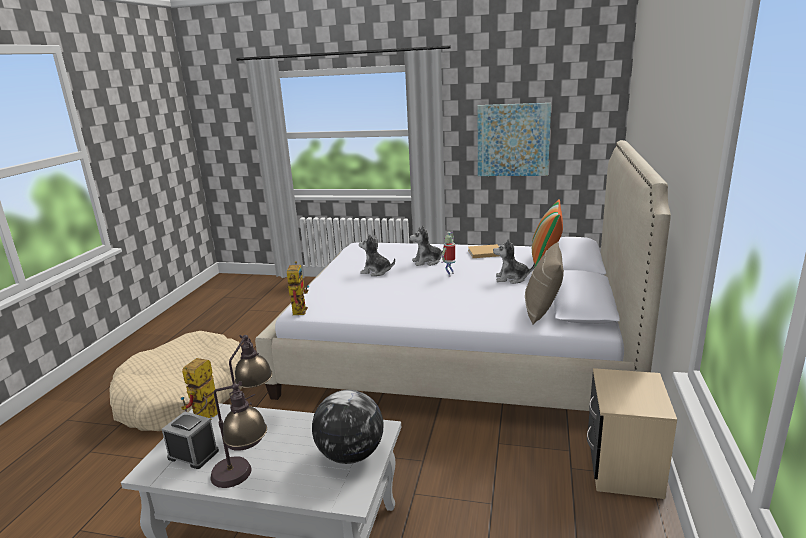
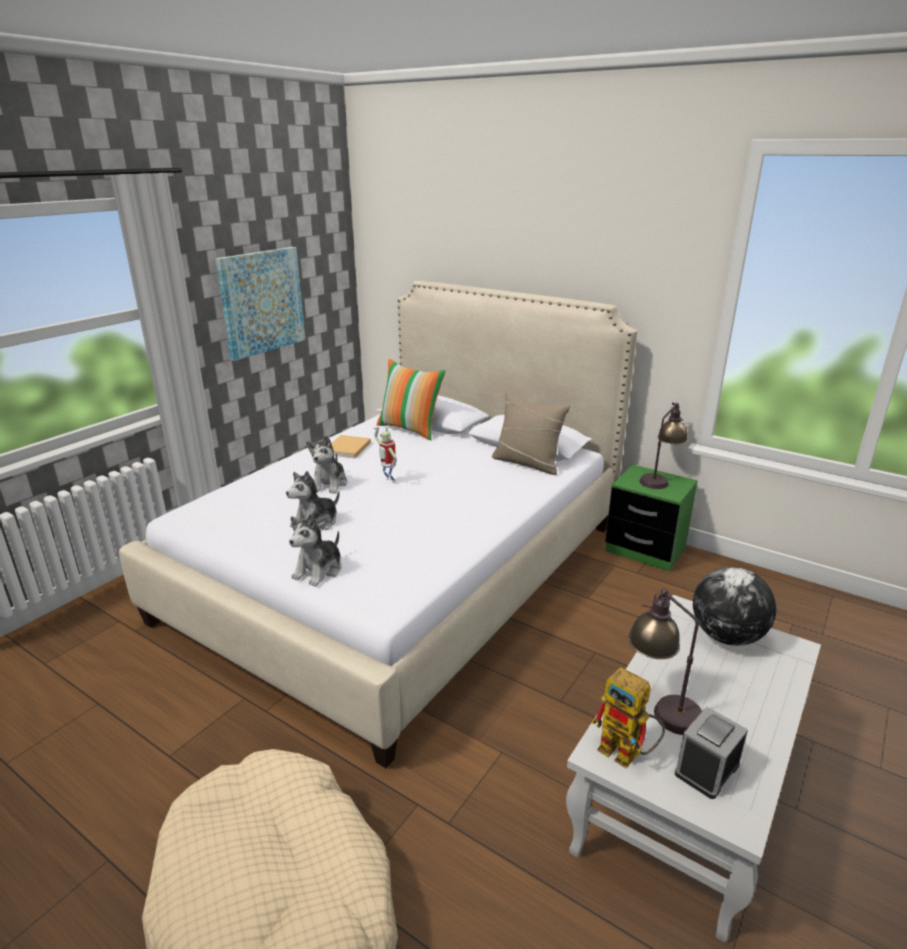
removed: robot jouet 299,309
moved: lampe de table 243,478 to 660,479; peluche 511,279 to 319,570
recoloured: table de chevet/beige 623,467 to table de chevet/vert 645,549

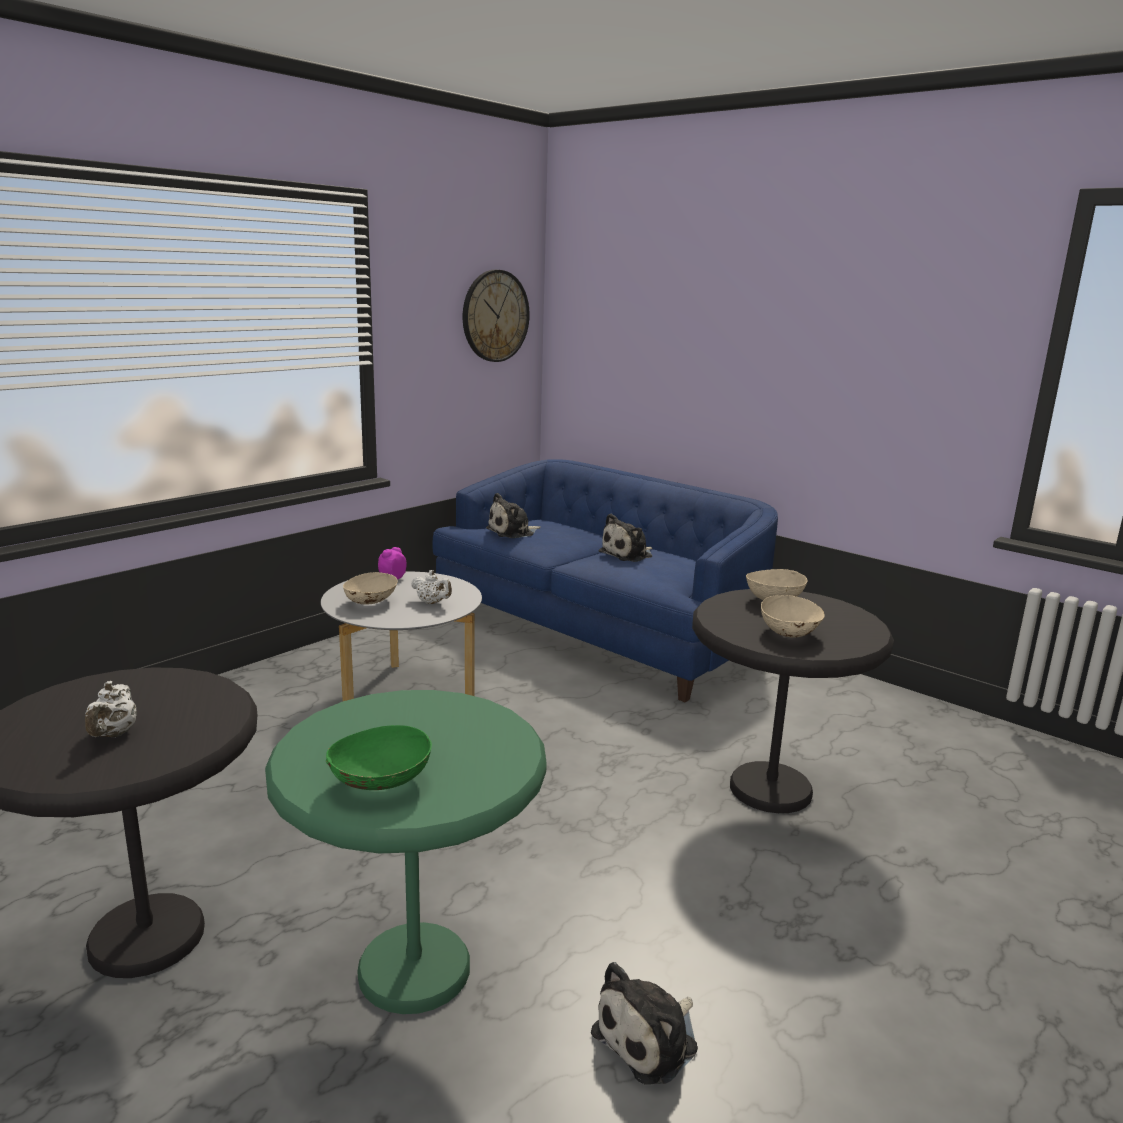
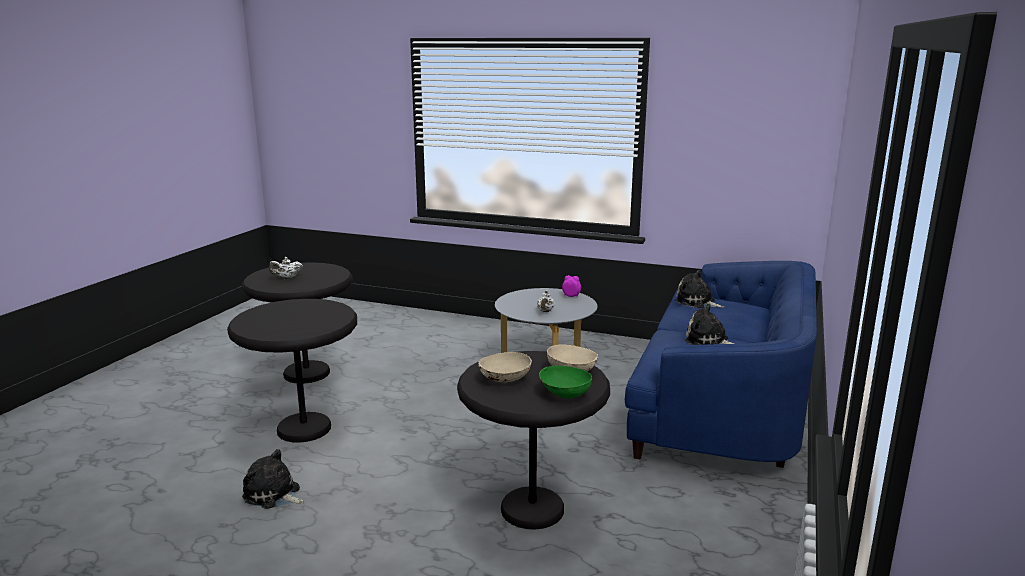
removed: bol/beige 371,602; horloge murale 495,316
moved: bol/vert 380,783 to 564,394
recoloured: table d'appoint/vert 414,969 to table d'appoint/noir 304,429

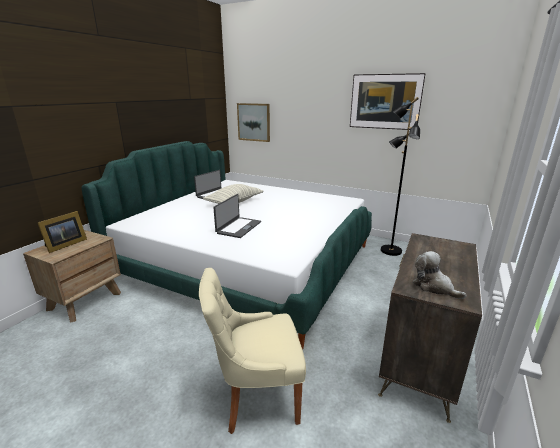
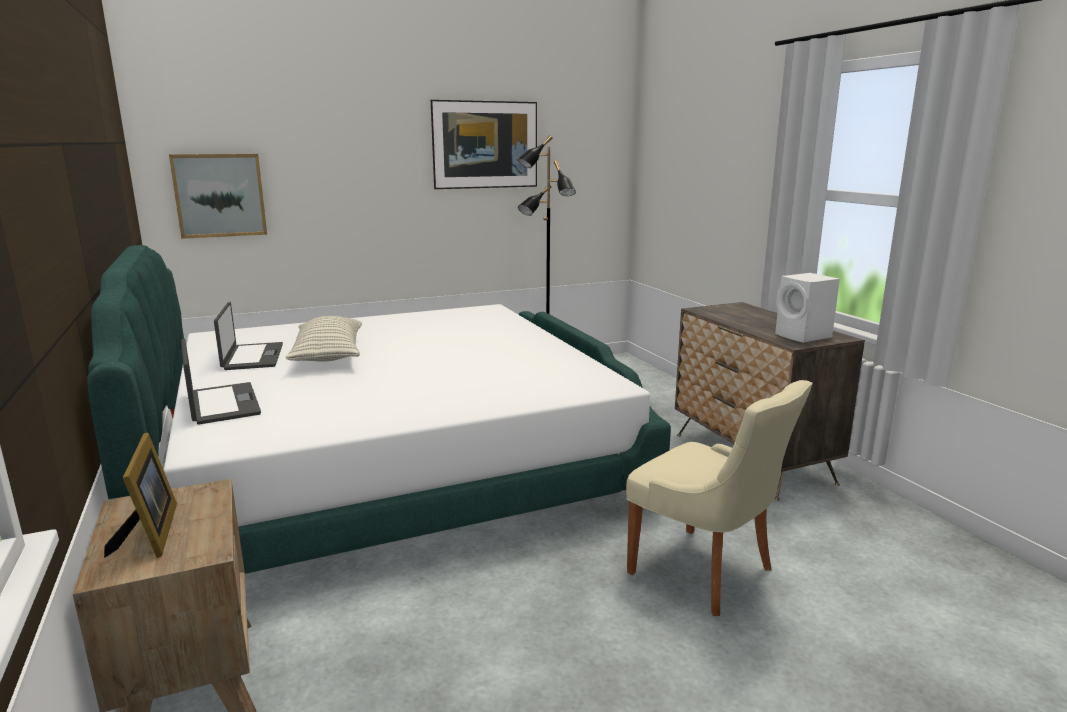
moved: ordinateur portable 238,227 to 222,404
replaced: peluche 434,287 to enceinte/blanc 804,336
turned: chaise/beige 256,396 = 705,572 75 degrees counterclockwise

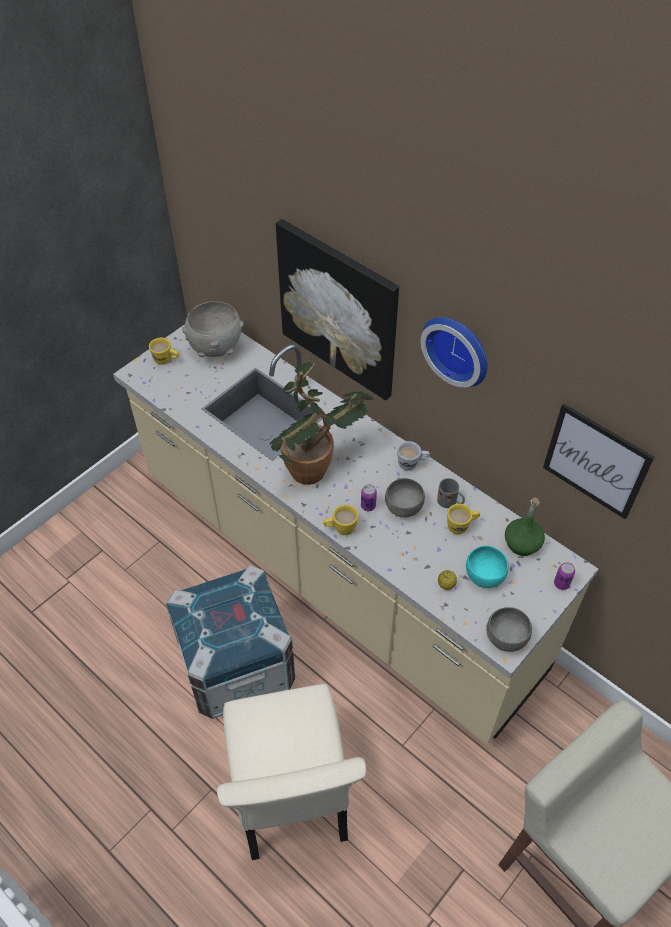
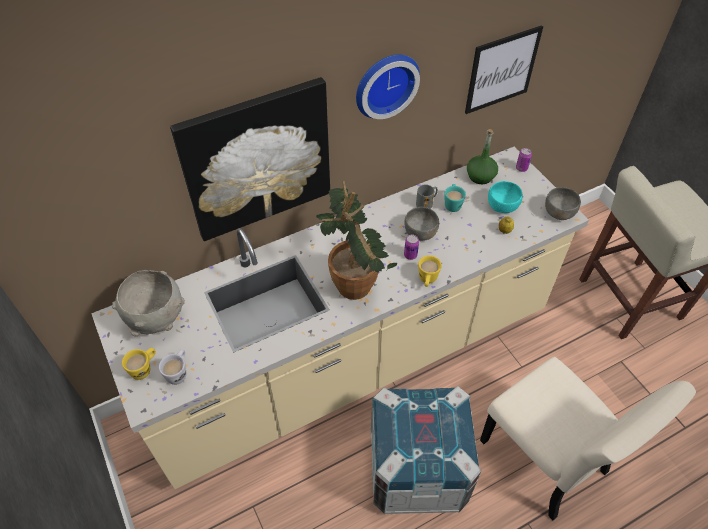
moved: mug/blanc 412,464 to 179,372
recoloured: mug/jaune 461,526 to mug/turquoise 452,204
turned: chaise/beige 290,797 = 547,460 45 degrees clockwise

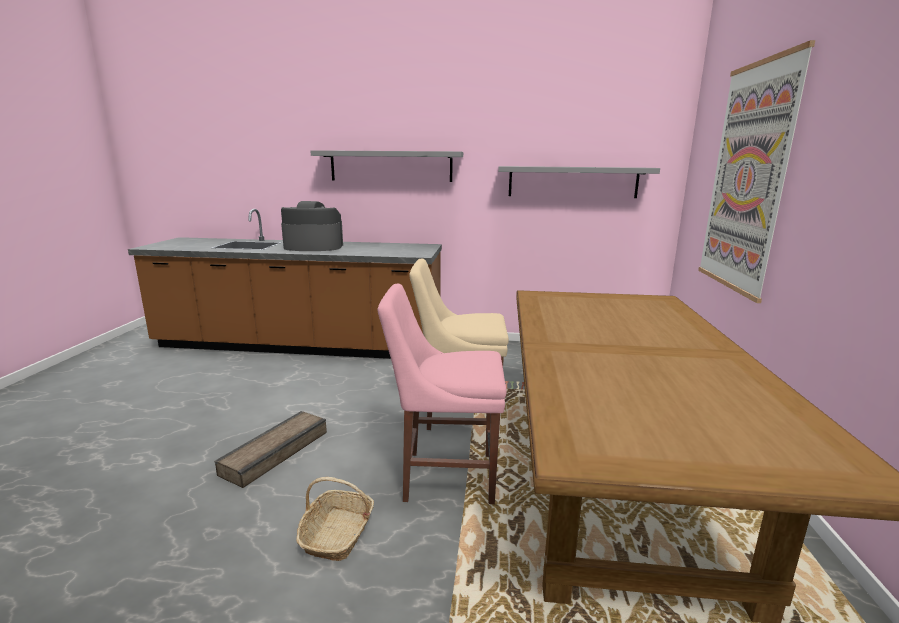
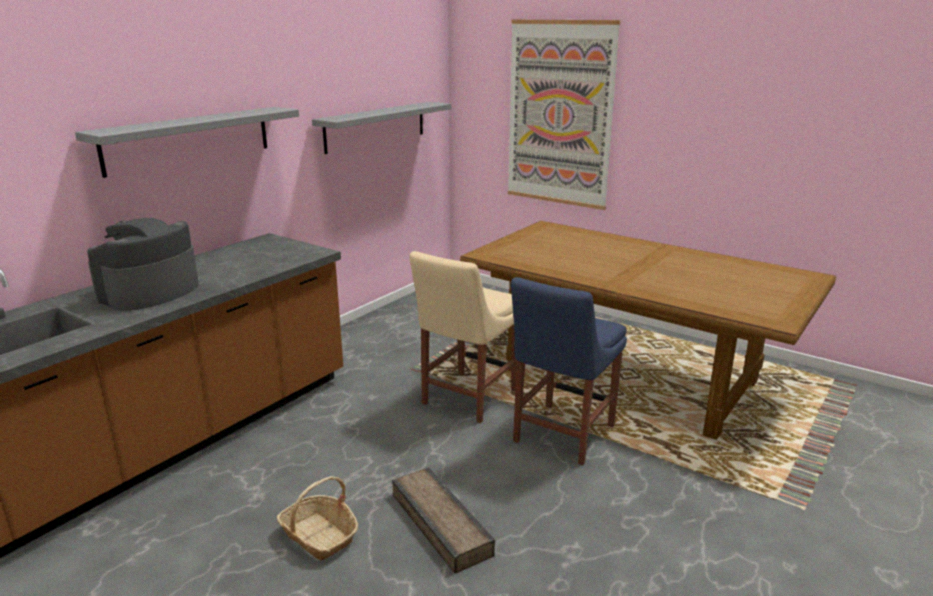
moved: panier 338,534 to 319,536
recoloured: chaise/rose 443,476 to chaise/bleu 561,436

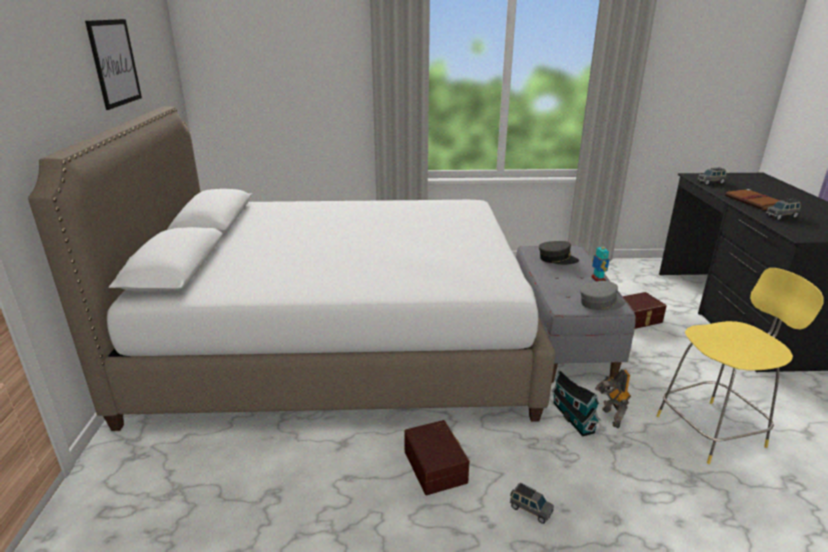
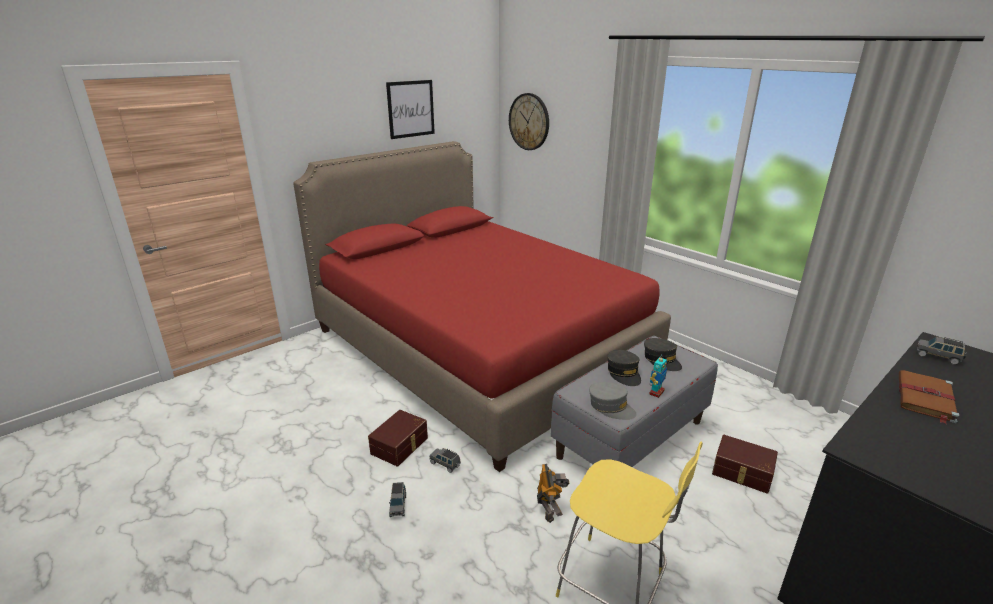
removed: maison miniature 572,416
added: horloge murale 529,122; casquette/gris 623,373
moved: petite voiture/gris 781,216 to 445,464
recoloured: lit/blanc 340,343 to lit/rouge 479,349
turned: robot jouet 609,418 = 549,509 135 degrees clockwise

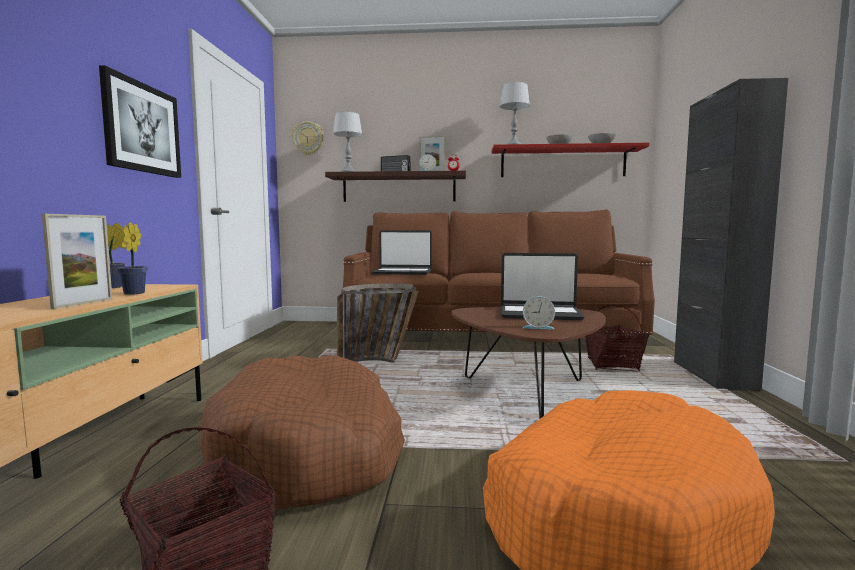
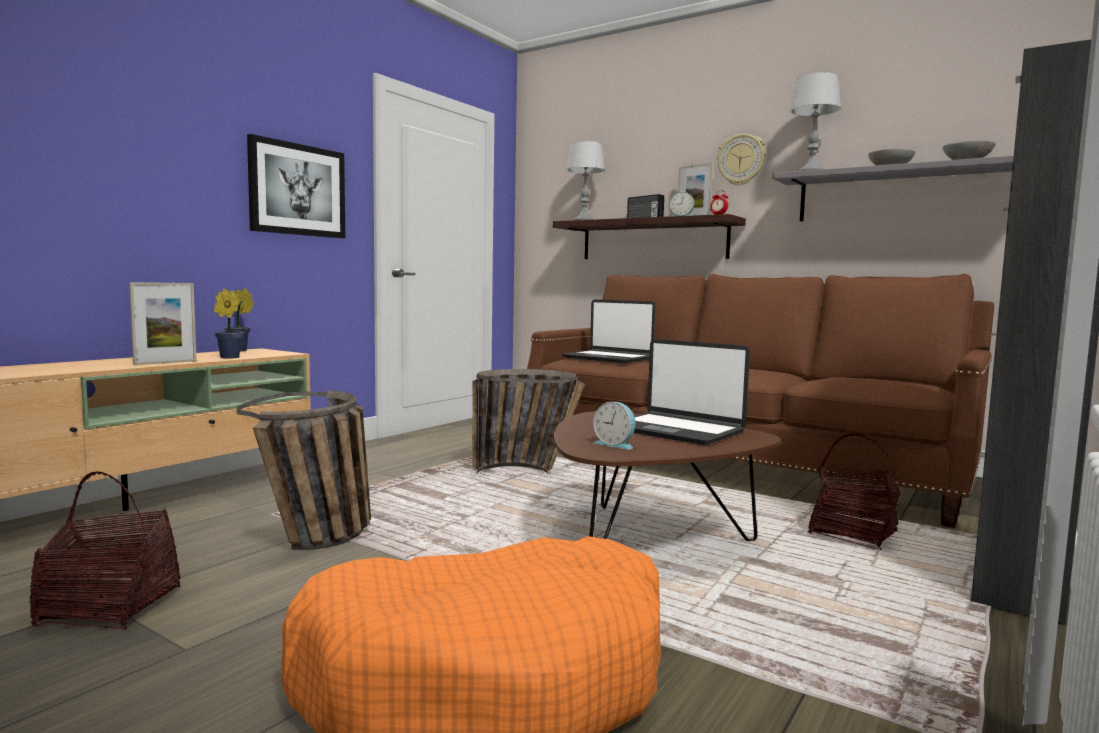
moved: horloge murale 308,138 to 741,160
replaced: panier pour chien/marron 309,451 to panier 320,541
recoloured: étagère/rouge 562,163 to étagère/gris 906,194

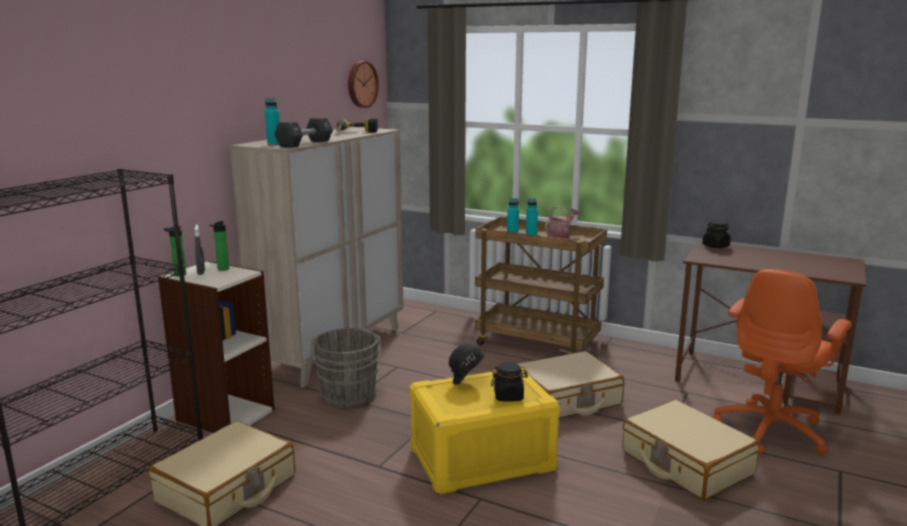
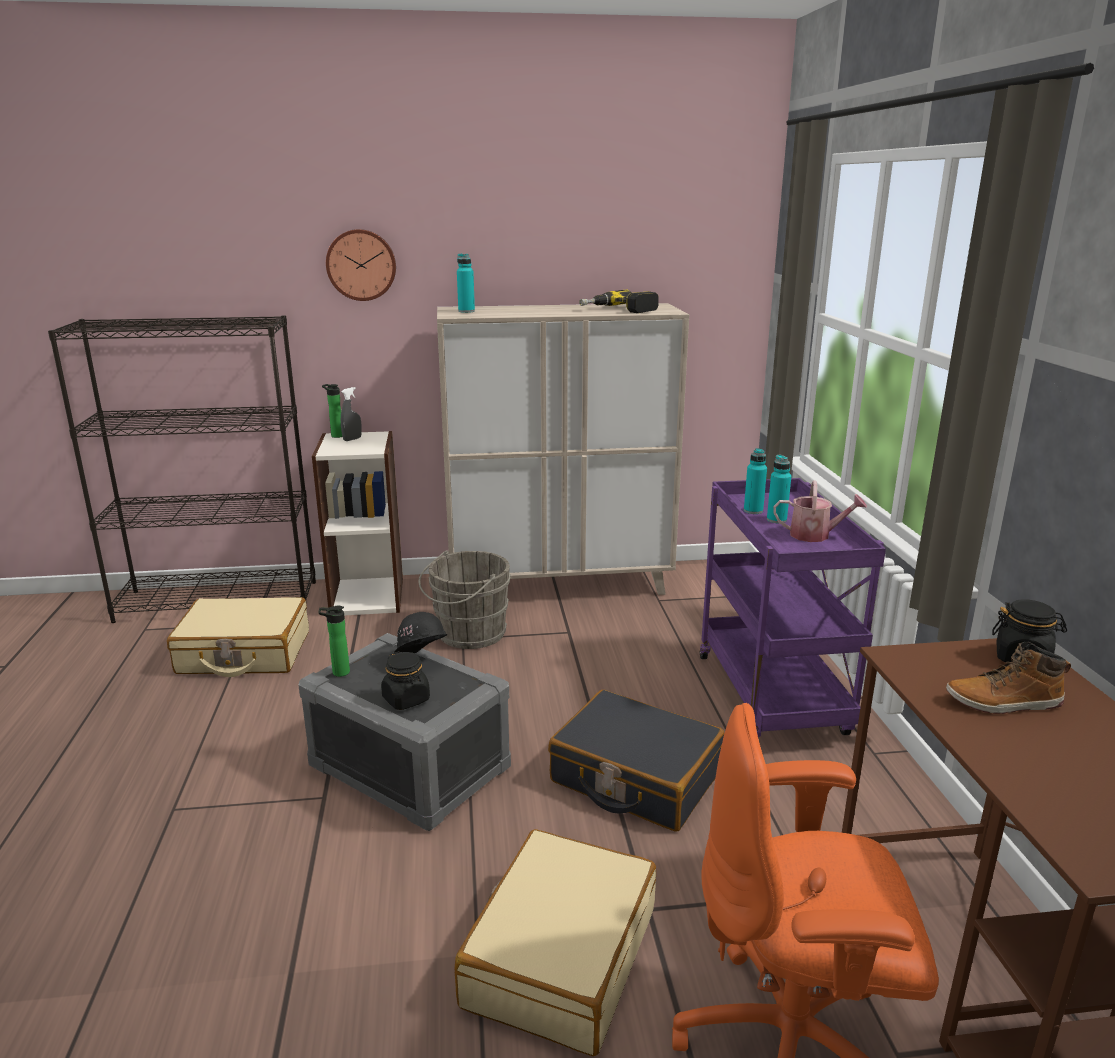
removed: haltère/noir 305,144
added: botte 1004,702
moved: bouteille 222,269 to 338,672; horloge murale 361,84 to 361,265
recoloured: boîte de rangement/jaune 482,460 to boîte de rangement/gris 408,767; chariot/marron 538,344 to chariot/violet 773,697; valise/beige 567,399 to valise/noir 635,777

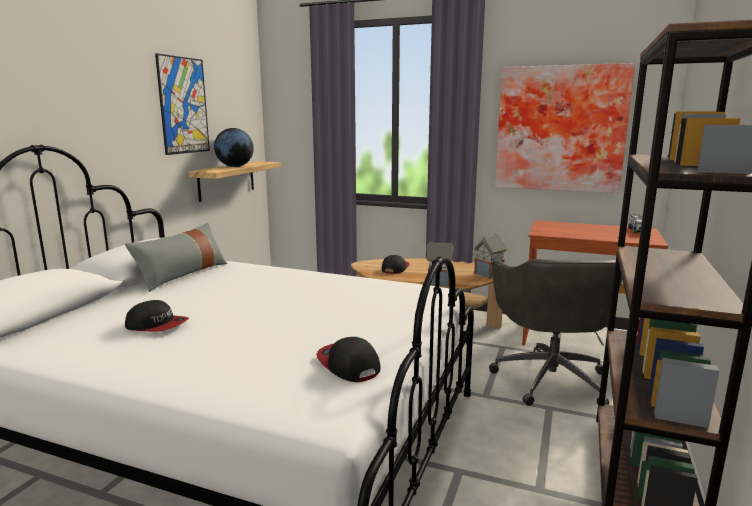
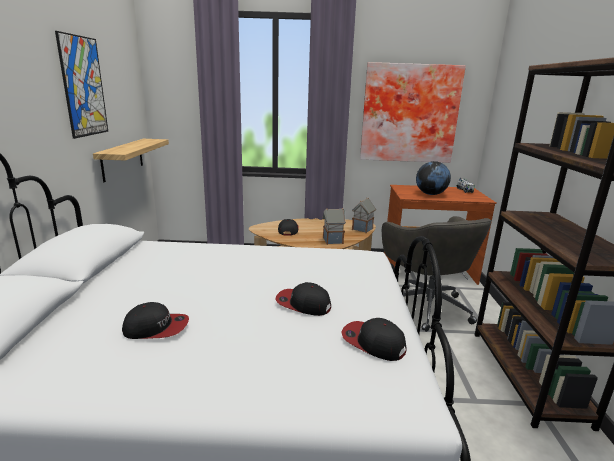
removed: coussin/gris 183,275
added: casquette 303,304
moved: globe 235,166 to 430,194

